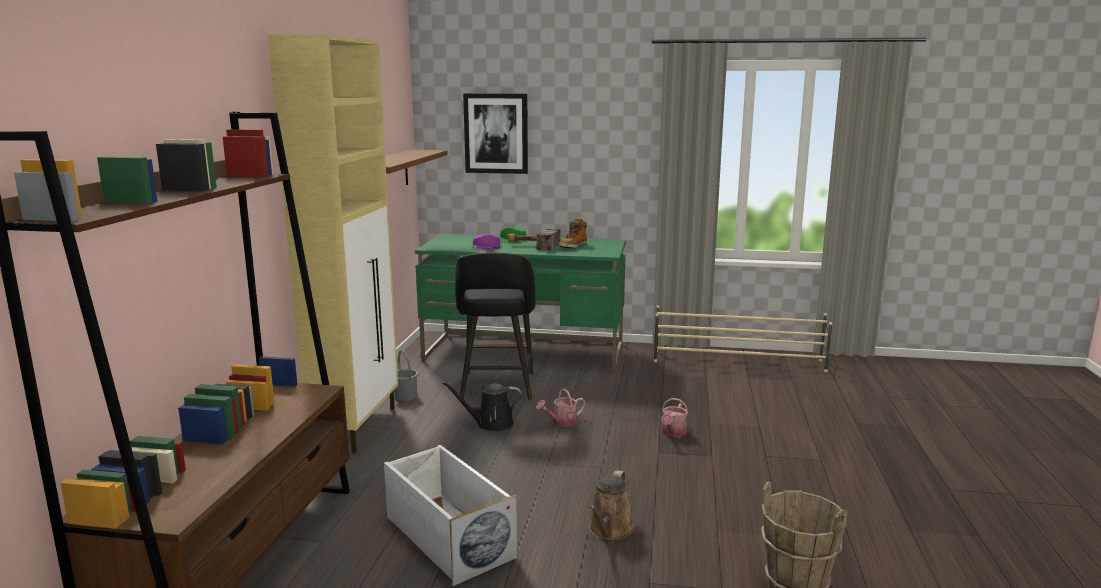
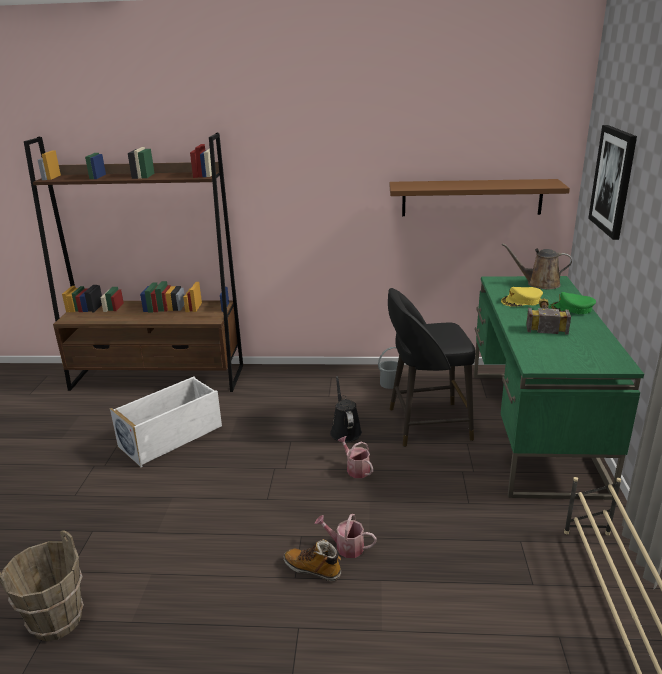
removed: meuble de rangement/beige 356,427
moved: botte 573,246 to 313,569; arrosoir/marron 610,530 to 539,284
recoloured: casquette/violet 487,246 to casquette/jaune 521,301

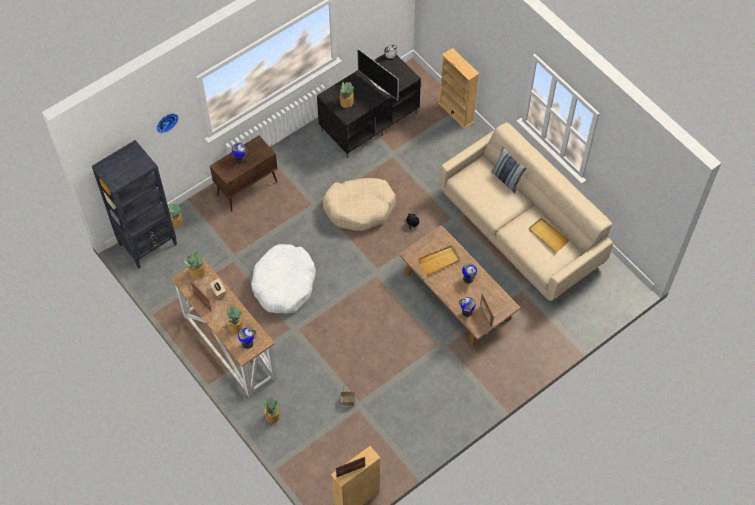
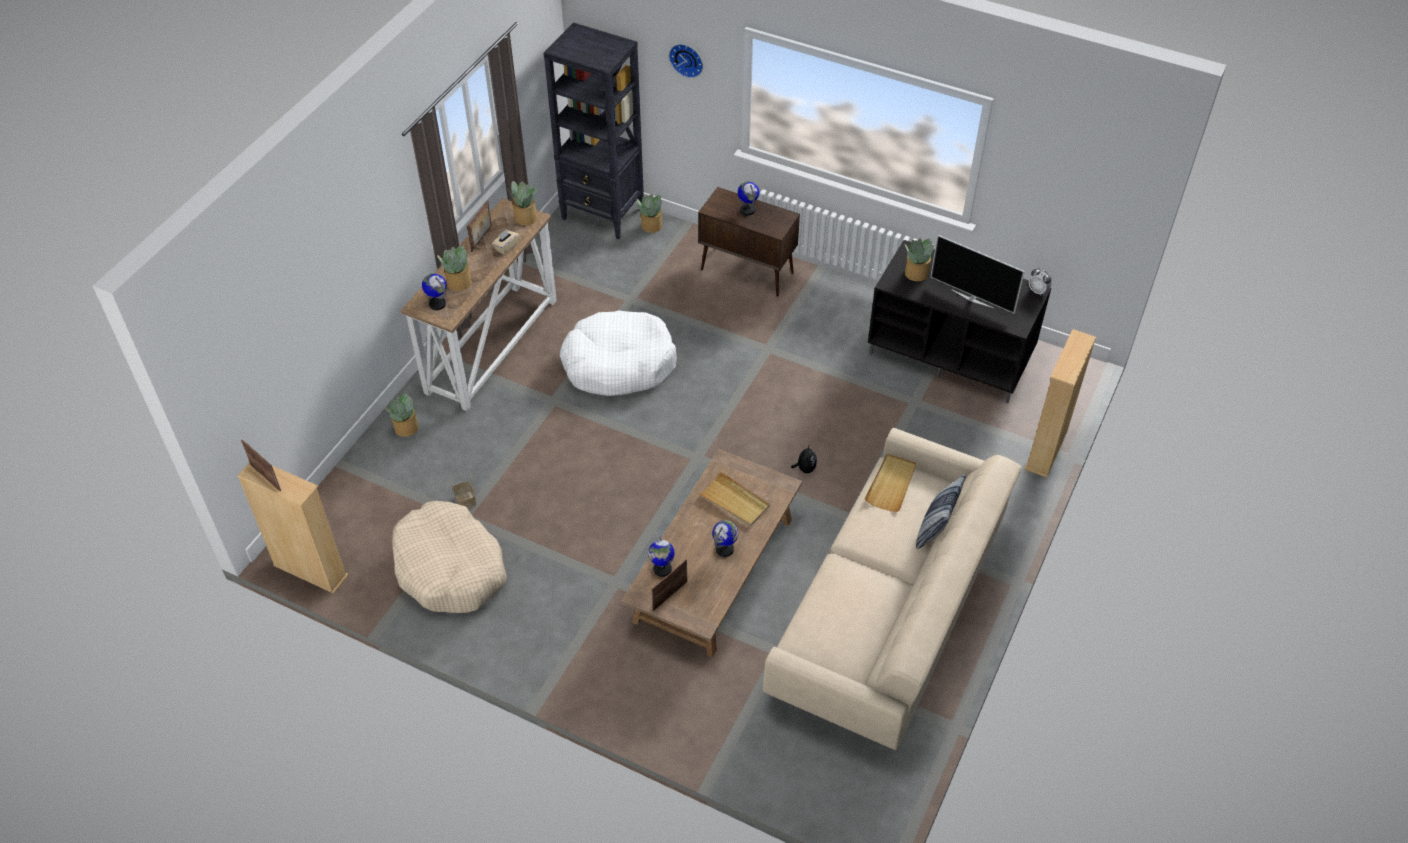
moved: panier pour chien/beige 359,208 to 450,568; plateau/beige 548,236 to 891,484
turned: téléviseur 379,86 = 972,298 75 degrees counterclockwise

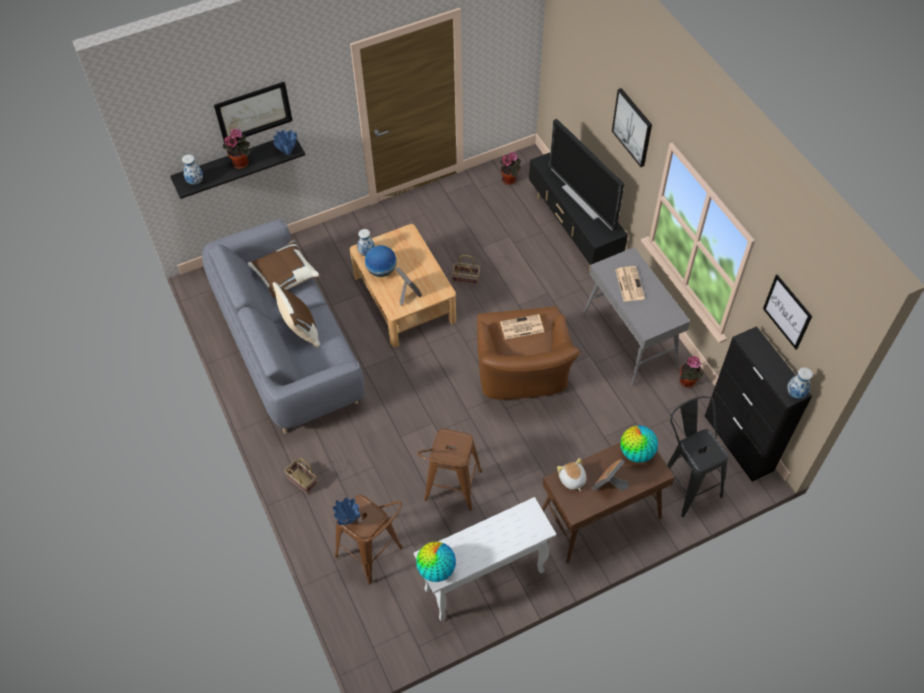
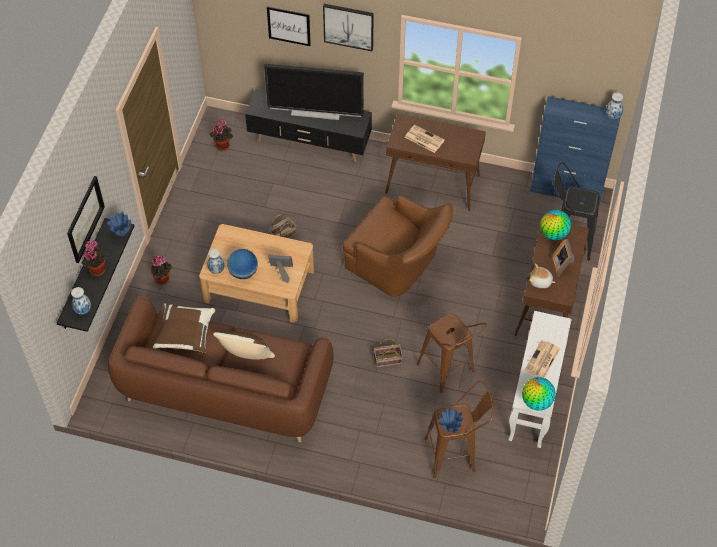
moved: panier 301,481 to 387,360; journal 521,327 to 542,360; plante en pot 688,382 to 163,279; tableau 787,312 to 289,26
recoloured: canapé/gris 288,347 to canapé/marron 225,388; table console/gris 629,340 to table console/marron 433,184; meuble de rangement/noir 738,443 to meuble de rangement/bleu 566,190

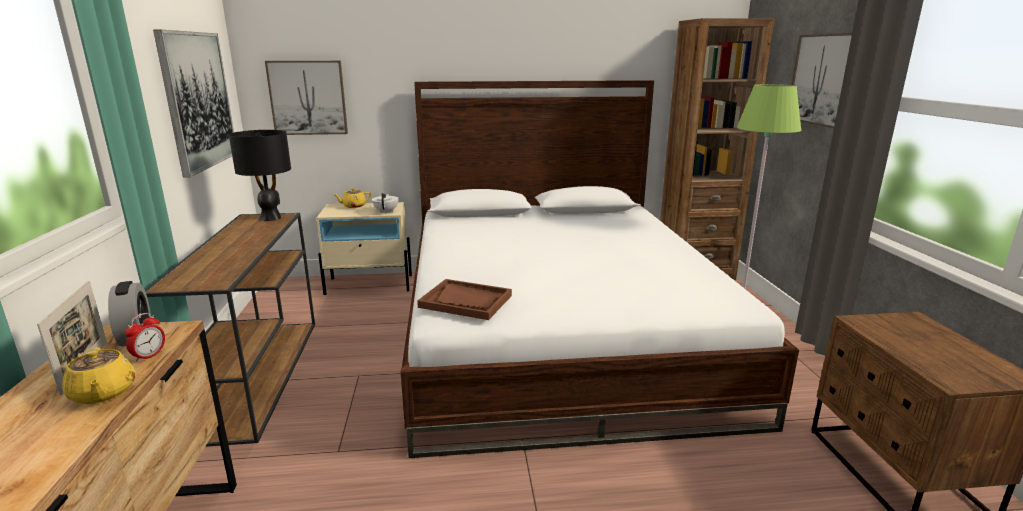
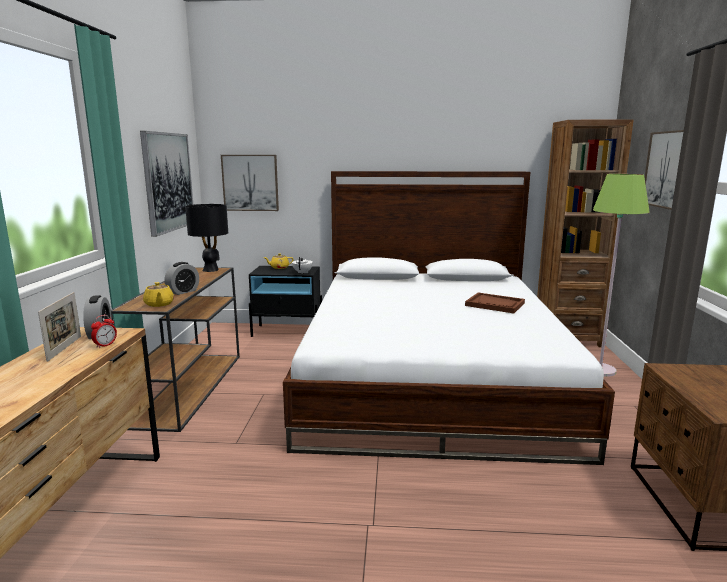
added: réveil 183,291
moved: théière/jaune 103,393 to 159,304; plateau/marron 466,301 to 495,304
recoloured: table de chevet/beige 370,284 to table de chevet/noir 288,331

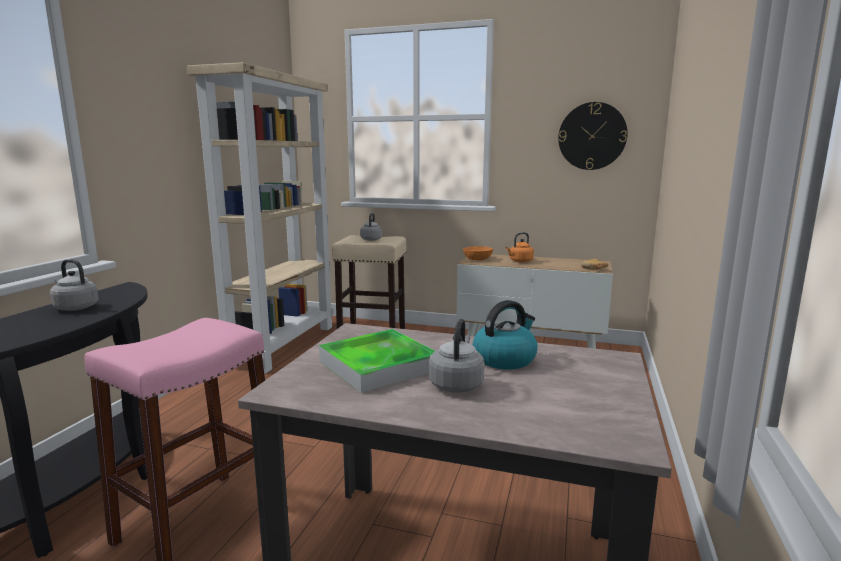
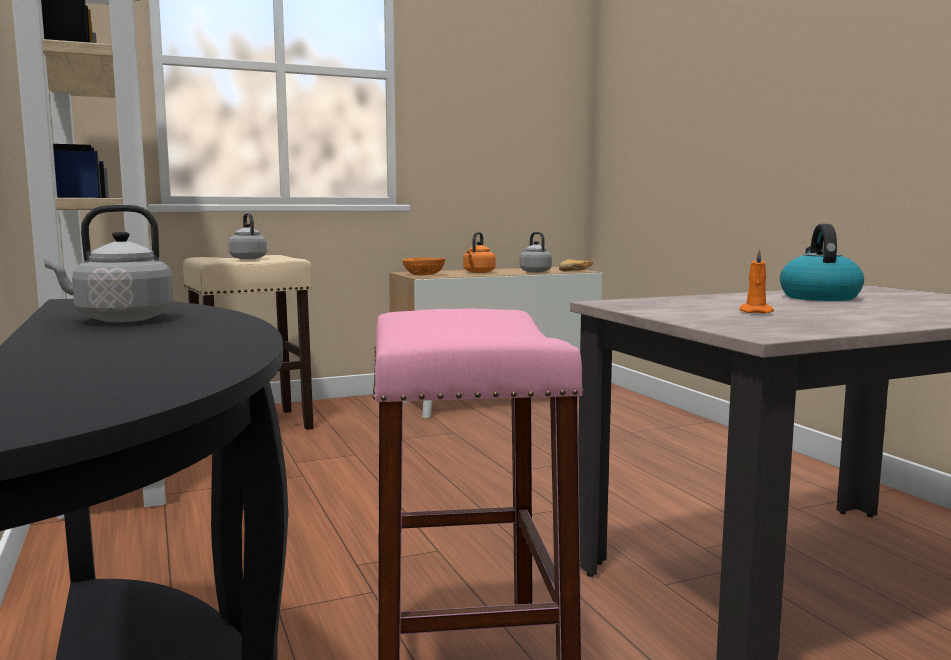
removed: horloge murale 592,136
moved: bouilloire/gris 456,384 to 534,271
replaced: plateau 378,365 to bougie/orange 755,312

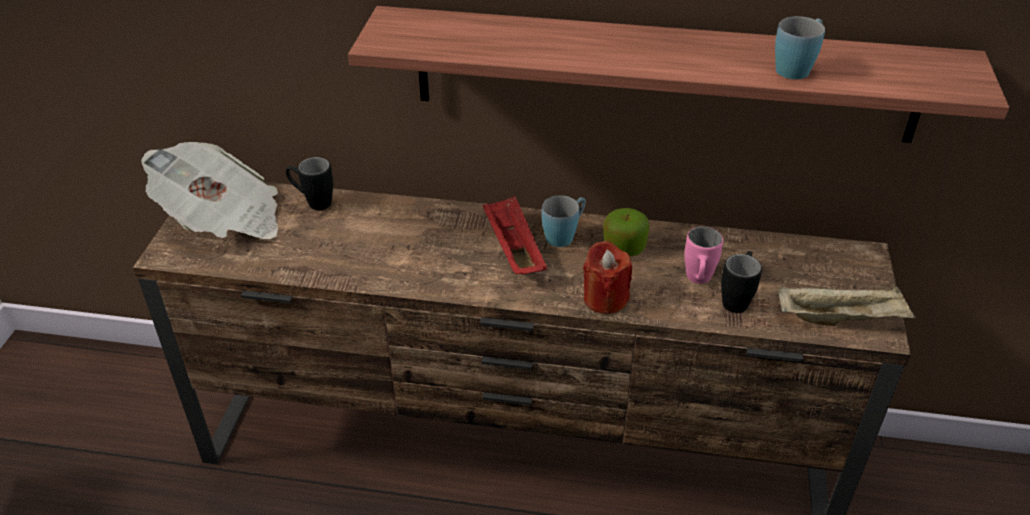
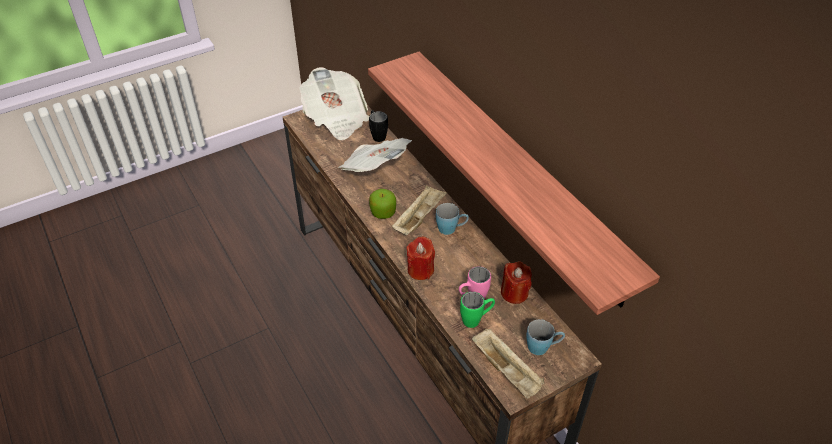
added: journal 375,168; bougie/rouge 514,293
moved: pomme 624,247 to 383,212; mug/bleu 796,67 to 543,347
recoloured: plateau/rouge 513,250 to plateau/beige 419,218; mug/noir 737,298 to mug/vert 476,320

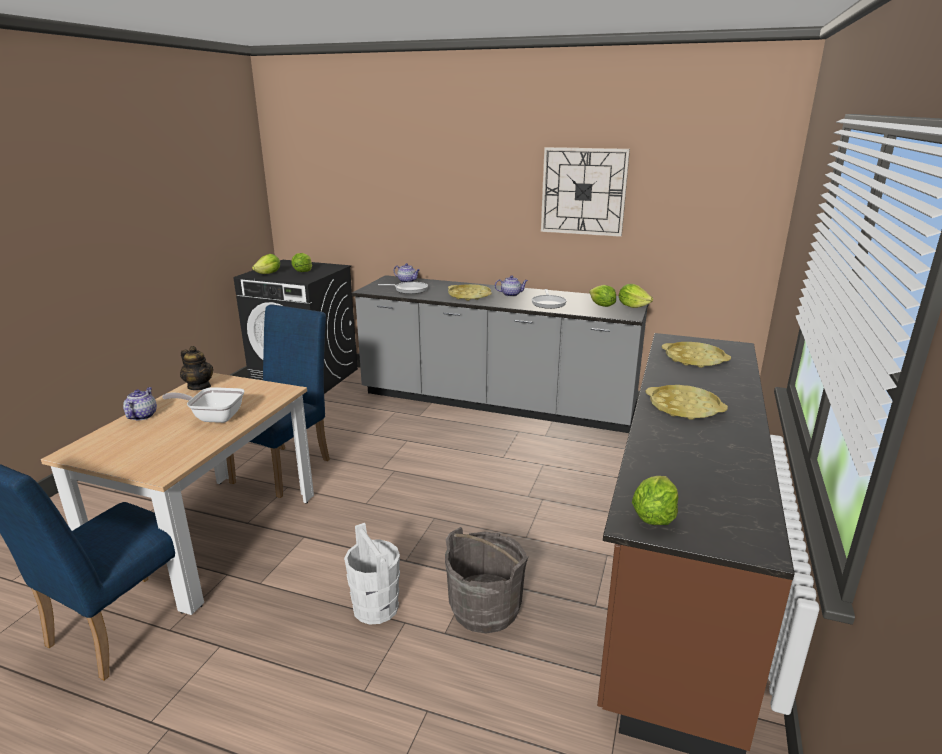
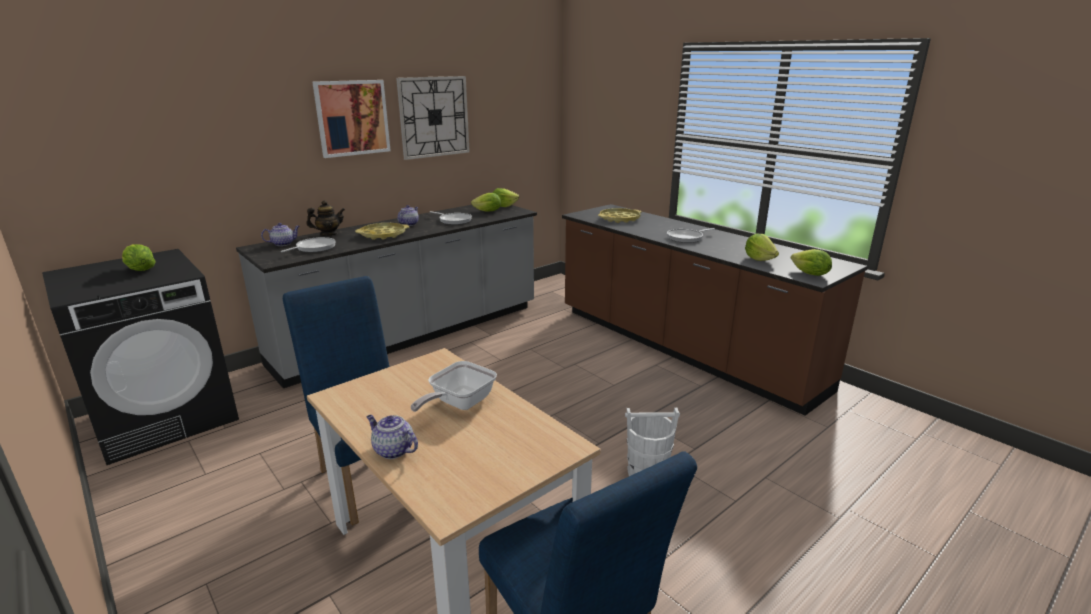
removed: seau/gris 484,609
added: tableau 352,118
moved: théière 199,386 to 328,234; laitue 268,274 to 759,259
replaced: plateau/jaune 684,408 to poêle 686,238

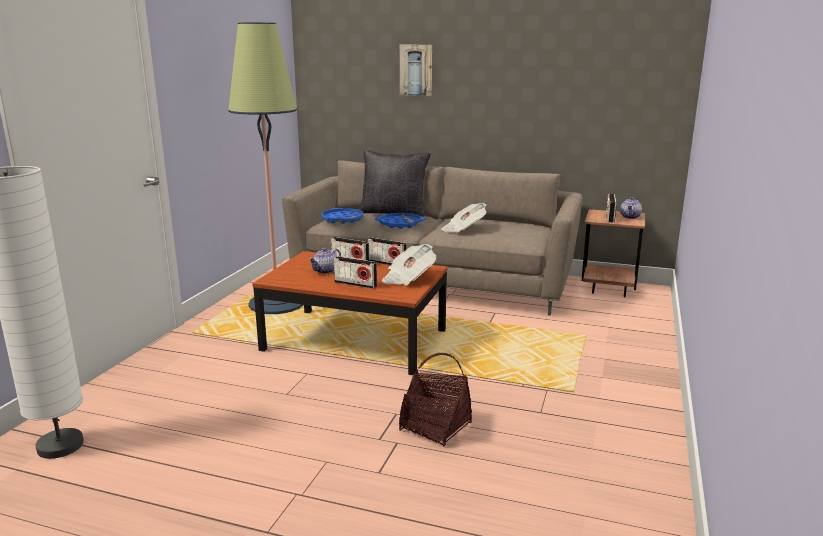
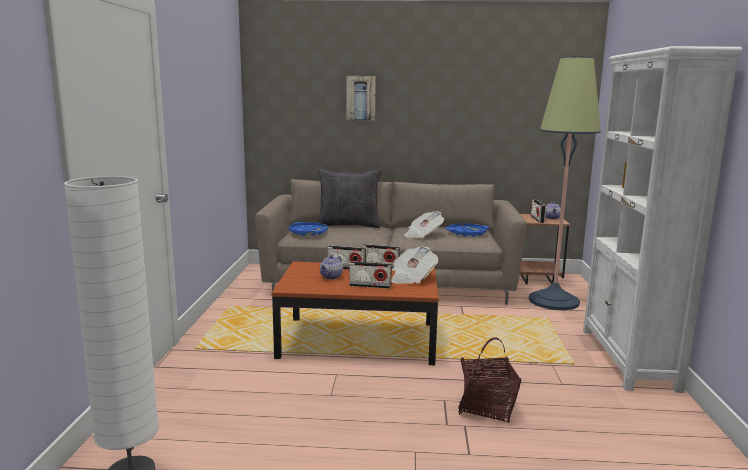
added: bibliothèque/blanc 628,358
moved: lampadaire 277,304 to 553,301; plateau/bleu 400,224 to 466,233

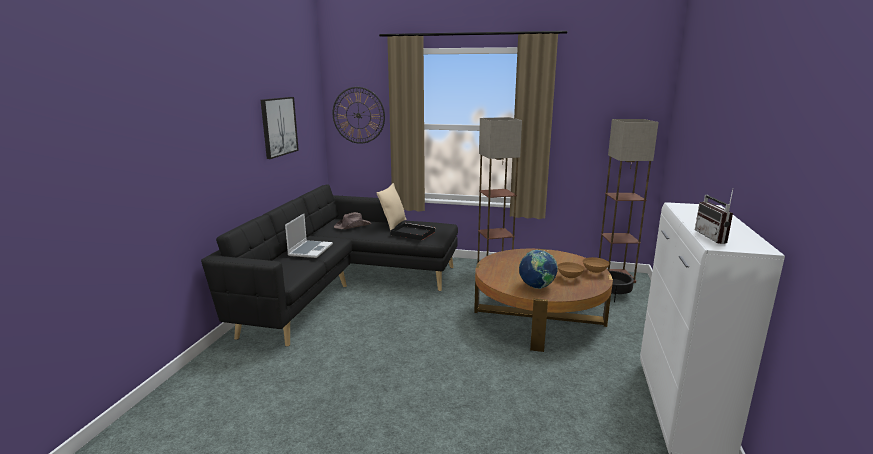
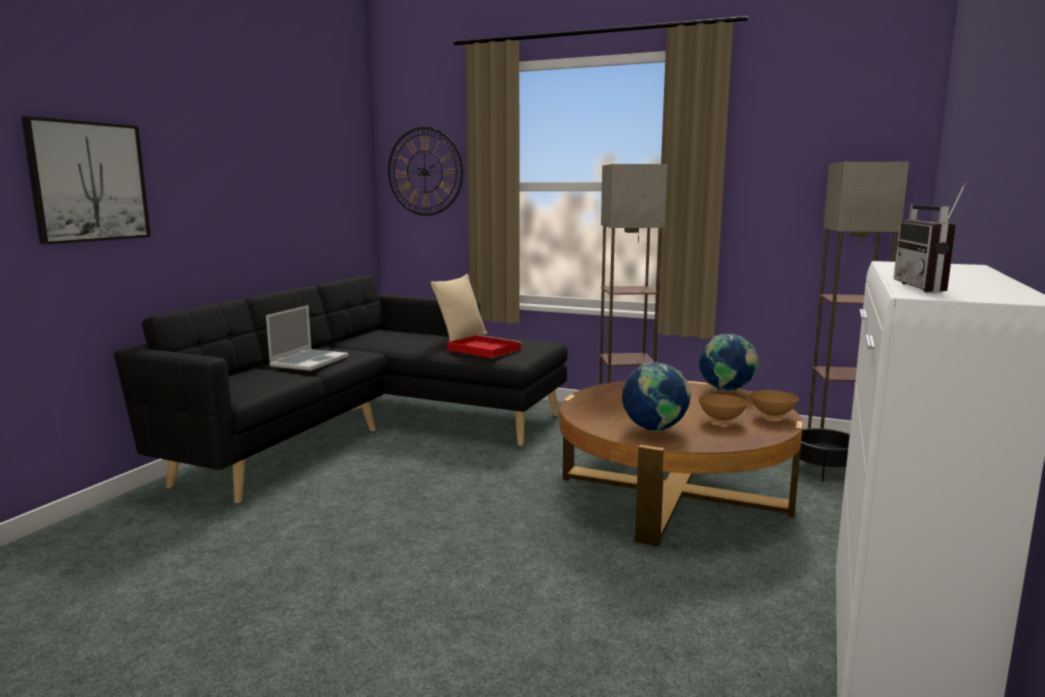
removed: chapeau/marron 353,226
added: globe 726,391
moved: tableau 279,126 to 88,182
recoloured: plateau/noir 412,233 to plateau/rouge 482,349

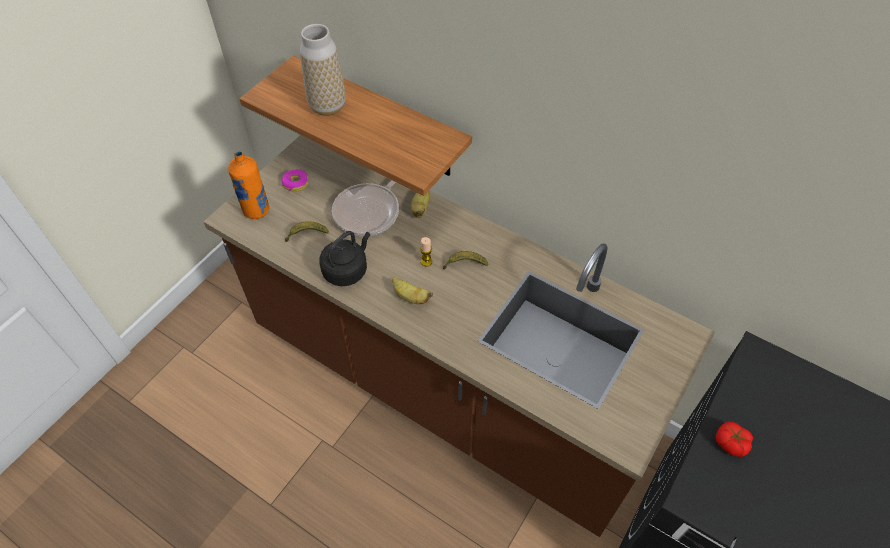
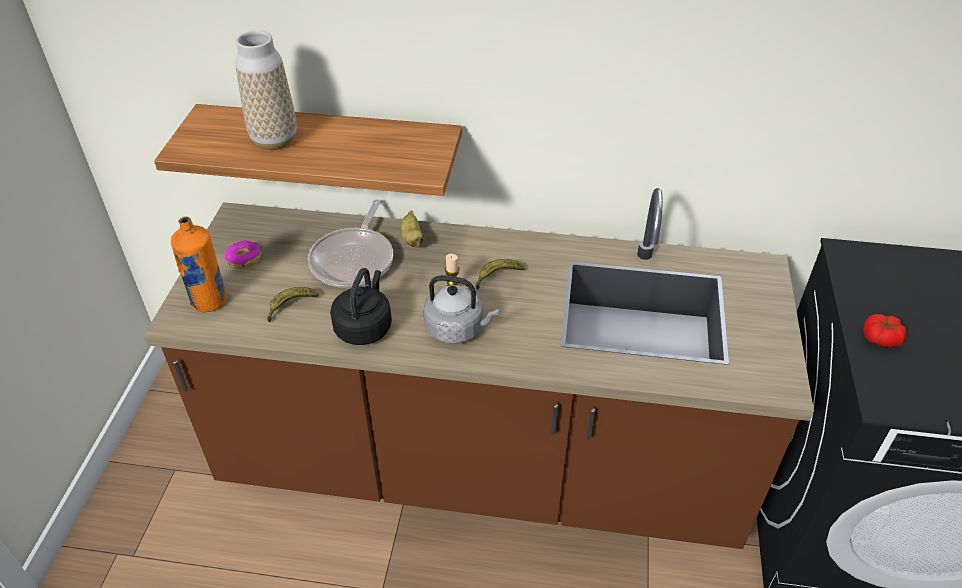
replaced: banane 410,297 to bouilloire/gris 457,329

